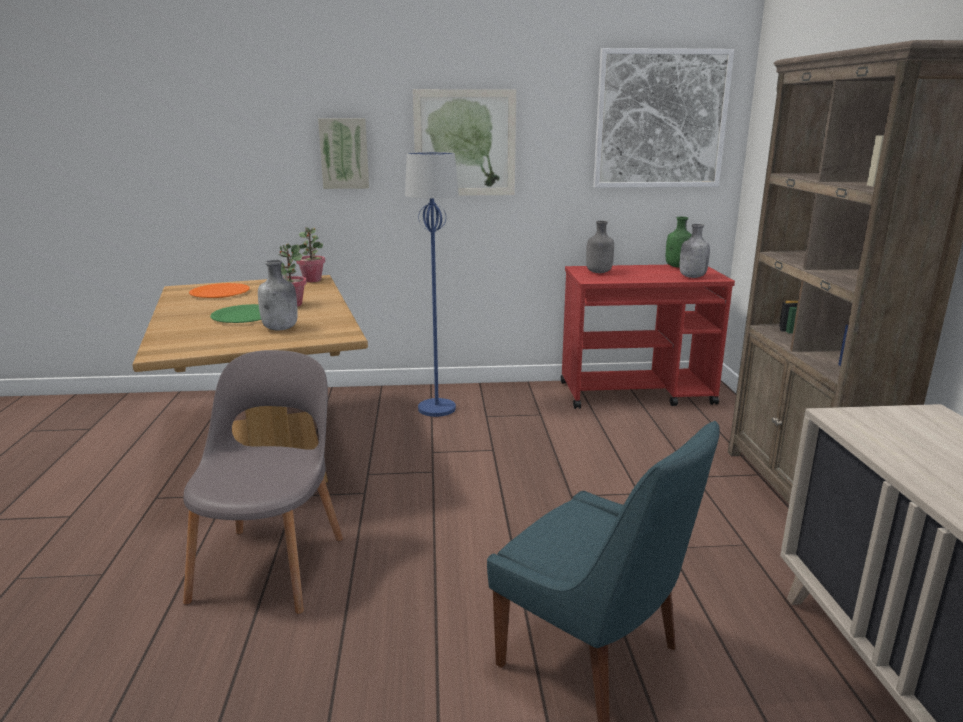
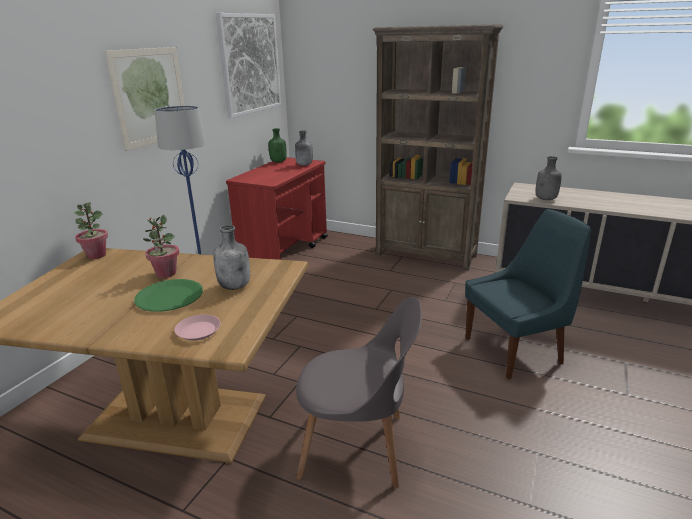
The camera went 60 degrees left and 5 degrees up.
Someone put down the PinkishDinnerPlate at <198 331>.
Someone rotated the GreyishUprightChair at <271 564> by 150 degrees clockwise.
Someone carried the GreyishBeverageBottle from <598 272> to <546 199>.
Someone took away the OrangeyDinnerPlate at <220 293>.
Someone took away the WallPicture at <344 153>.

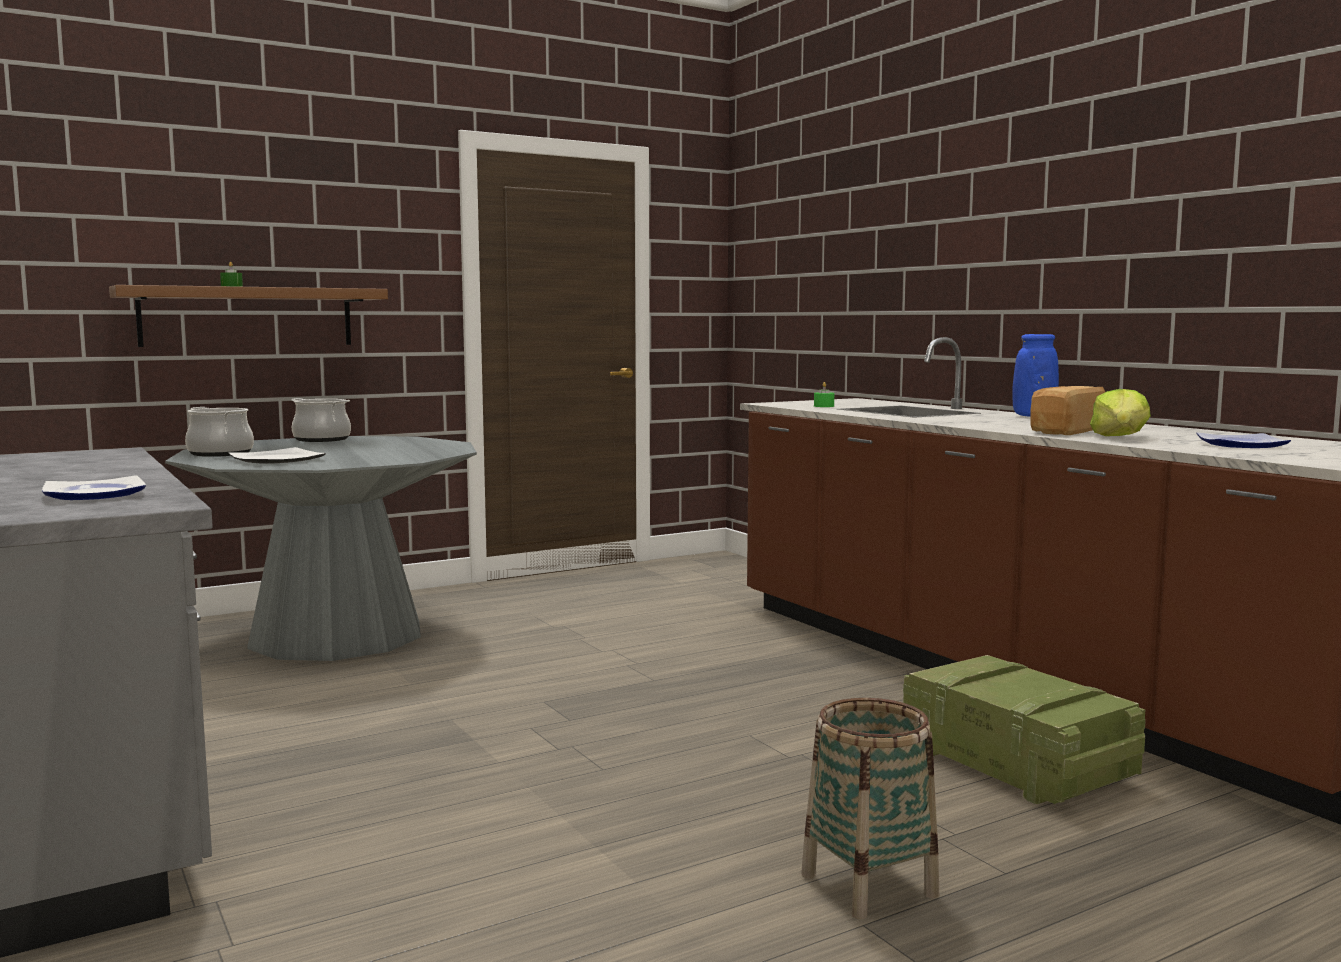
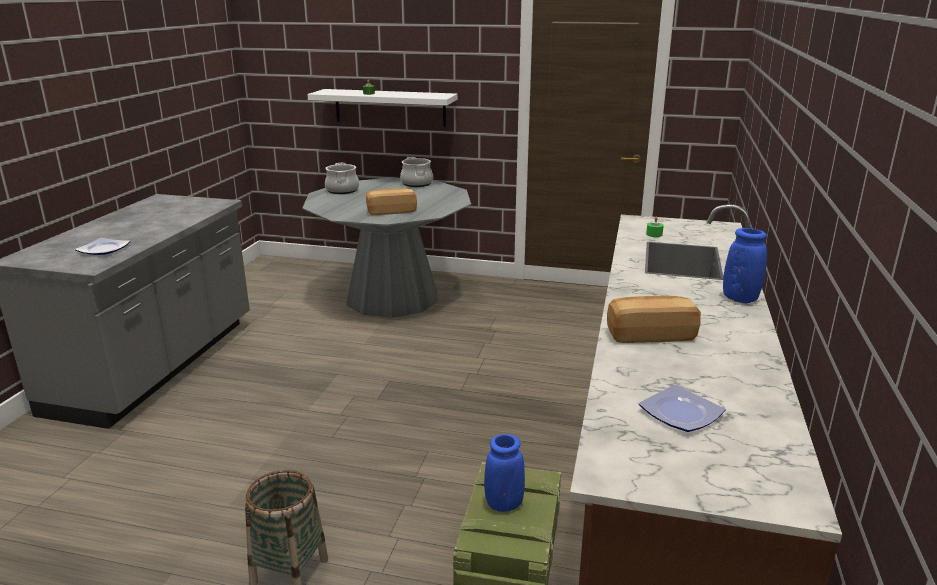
The camera went 45 degrees right and 15 degrees up.
Someone repainted the BrownWallShelf at <247 317>, which became the WhitishWallShelf at <390 107>.
Someone put down the BakeryBread at <391 211>.
Someone put down the BlueVase at <504 504>.
Someone took away the DinnerPlate at <277 459>.
Someone took away the Lettuce at <1120 437>.

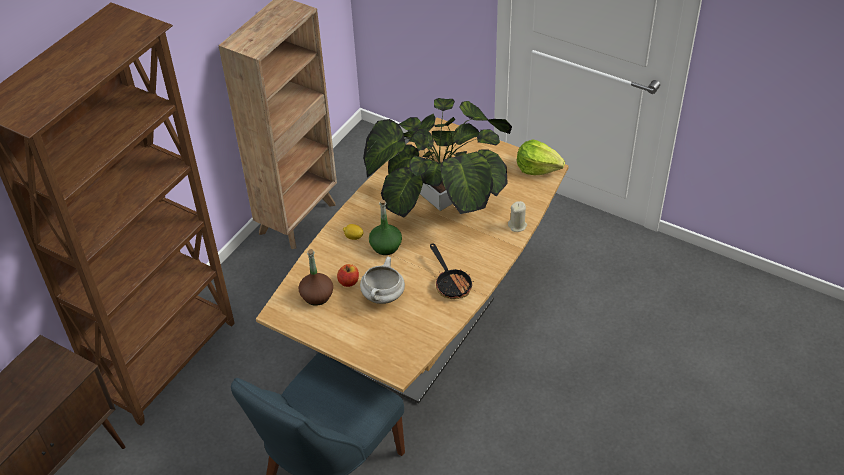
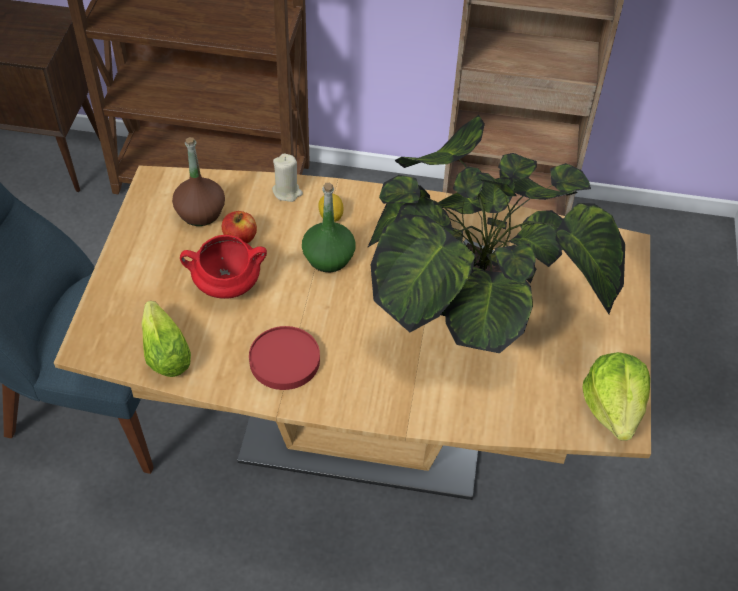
The camera went 65 degrees right and 5 degrees up.
Someone put down the Lettuce at <164 349>.
Someone repainted the WhitishSaucepot at <383 296>, which became the ReddishSaucepot at <226 285>.
Someone swapped the Pan at <451 283> for the ReddishDinnerPlate at <285 360>.
Someone carried the BeigeCandle from <517 225> to <287 192>.

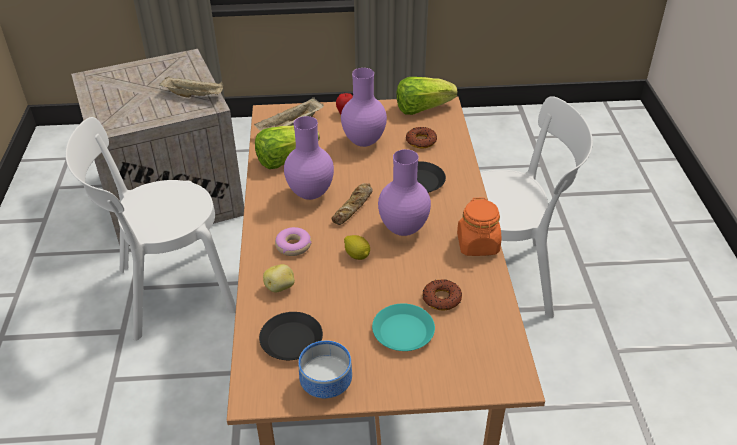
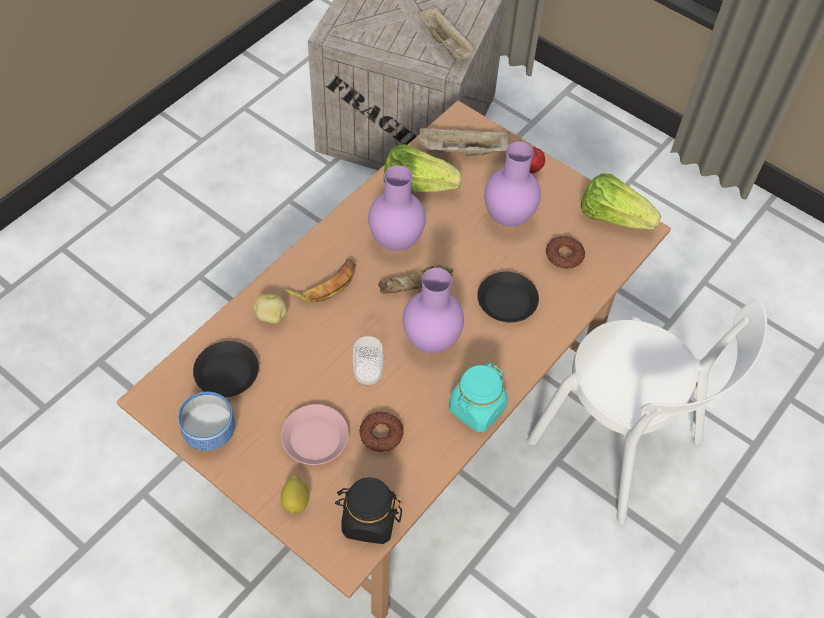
The camera went 40 degrees right and 15 degrees up.
Someone repainted the BlueGreenDinnerPlate at <403 331>, which became the PinkishDinnerPlate at <315 437>.
Someone carried the CitrusFruit from <357 255> to <296 501>.
Someone swapped the Donut at <293 246> for the WholeBanana at <324 284>.
Someone put down the BlackStorageJar at <368 520>.
Someone put down the SmallCup at <368 374>.
Someone repainted the OrangeyStorageJar at <478 245>, which became the BlueGreenStorageJar at <476 409>.
Someone took away the WhitishUprightChair at <169 291>.

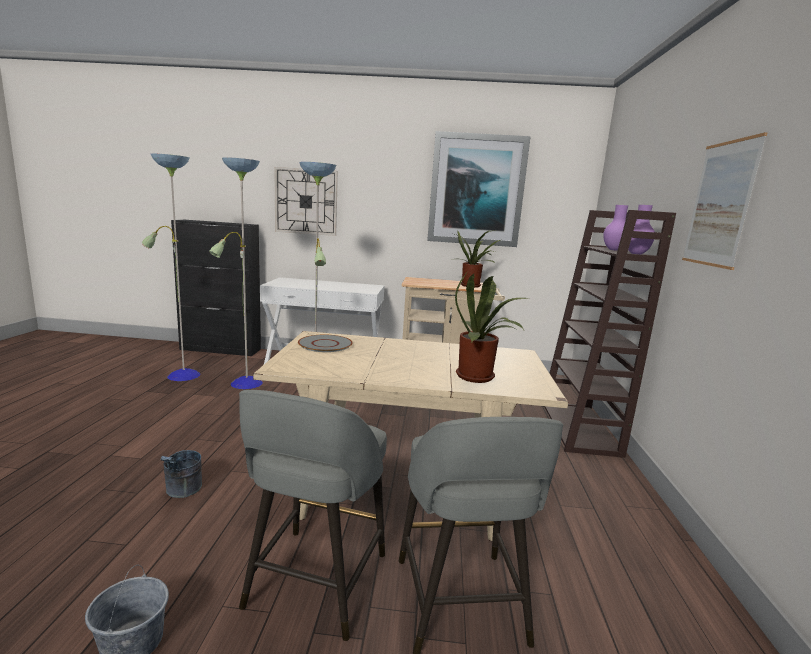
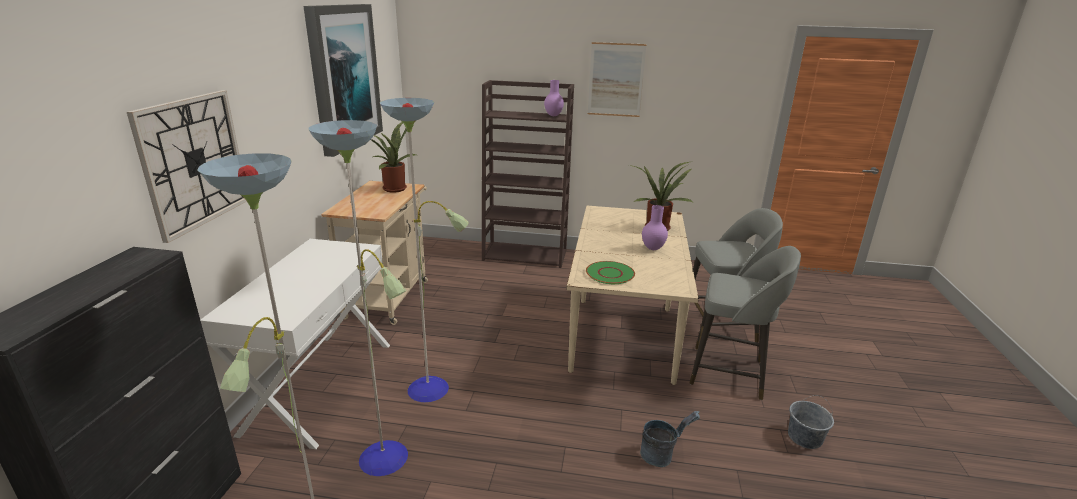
The camera went 85 degrees left and 10 degrees up.
Someone repainted the GreyishDinnerPlate at <325 344>, which became the GreenColouredDinnerPlate at <610 273>.
Someone carried the PurplishVase from <613 250> to <653 249>.

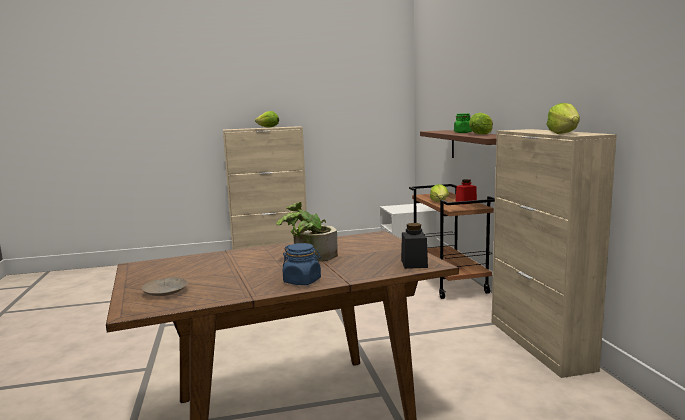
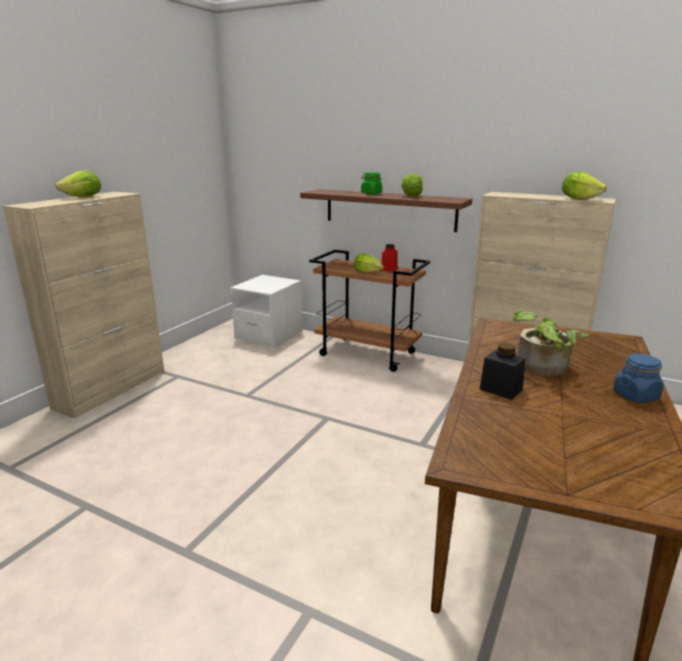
The camera went 50 degrees left and 10 degrees up.
Someone carried the BlackStorageJar from <414 263> to <501 389>.
Someone took away the BeigeDinnerPlate at <166 291>.

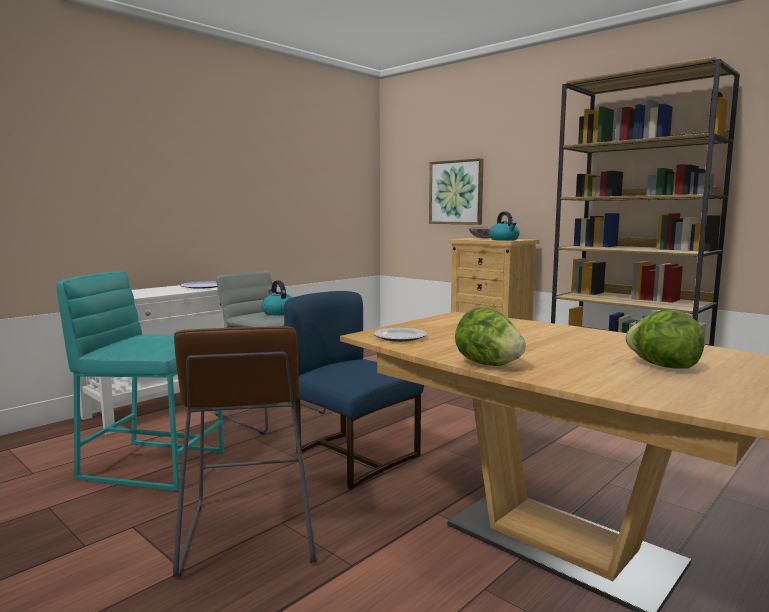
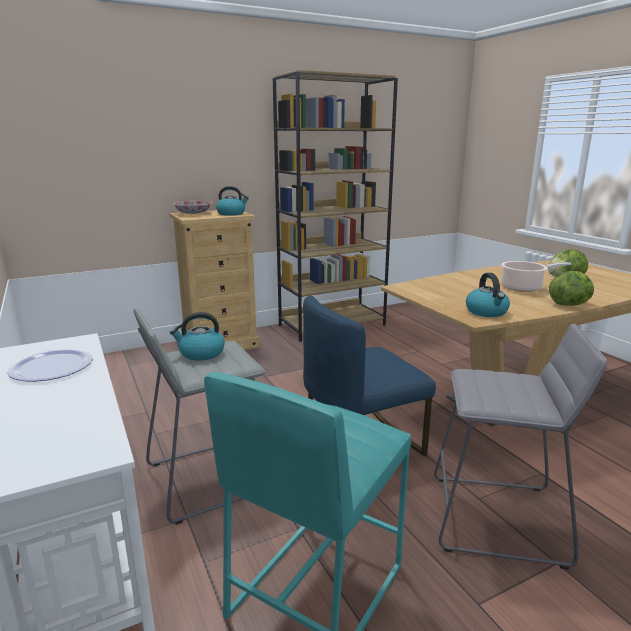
The camera went 70 degrees left and 10 degrees up.
Someone repainted the BrownStoolSeat at <249 534>, which became the GreyishStoolSeat at <497 518>.
Someone swapped the DinnerPlate at <400 337> for the TeaKettle at <487 312>.
Someone put down the Saucepot at <524 288>.
Someone took away the WallPicture at <456 192>.

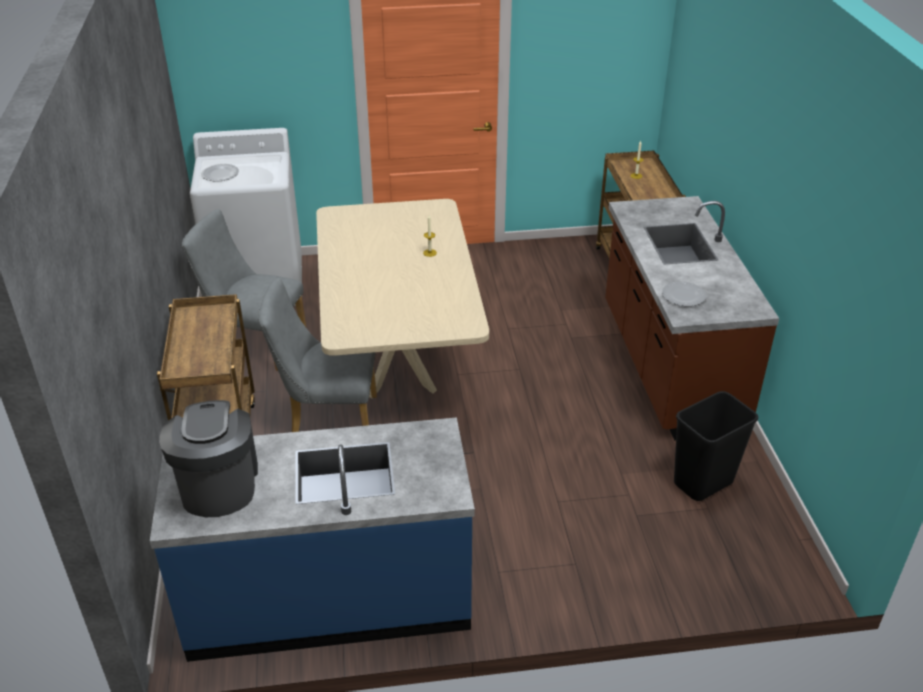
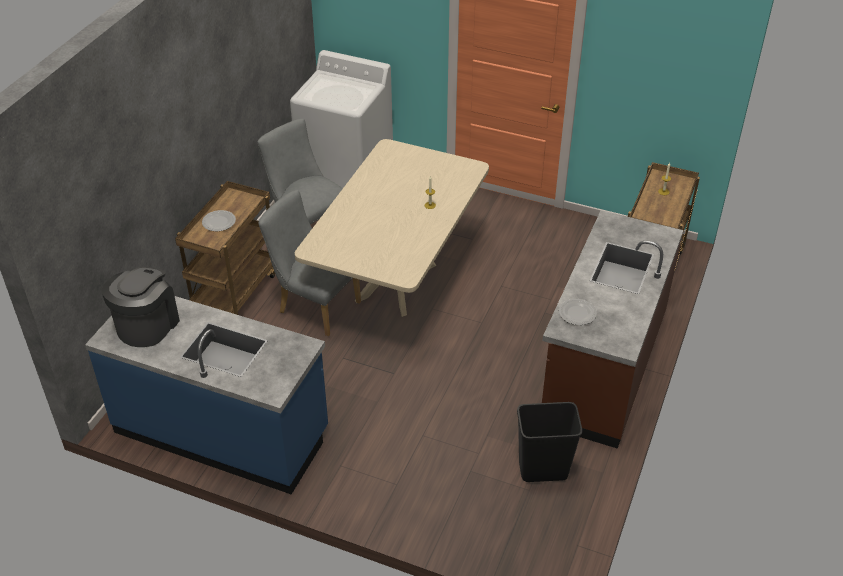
The camera went 30 degrees right and 5 degrees up.
Someone carried the DinnerPlate from <220 174> to <219 222>.

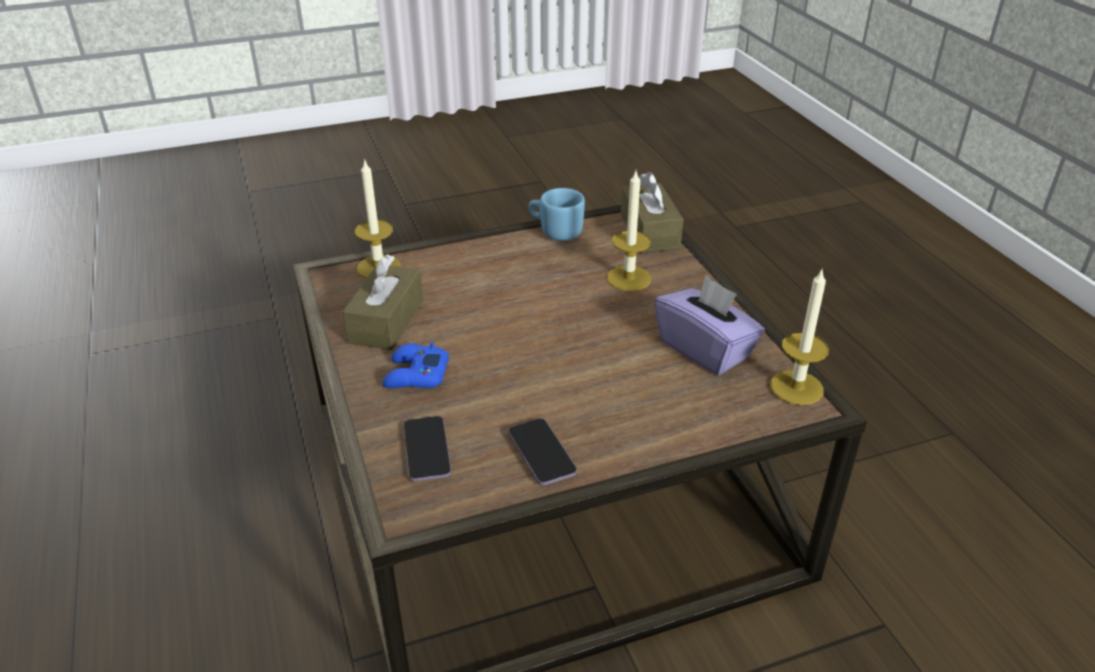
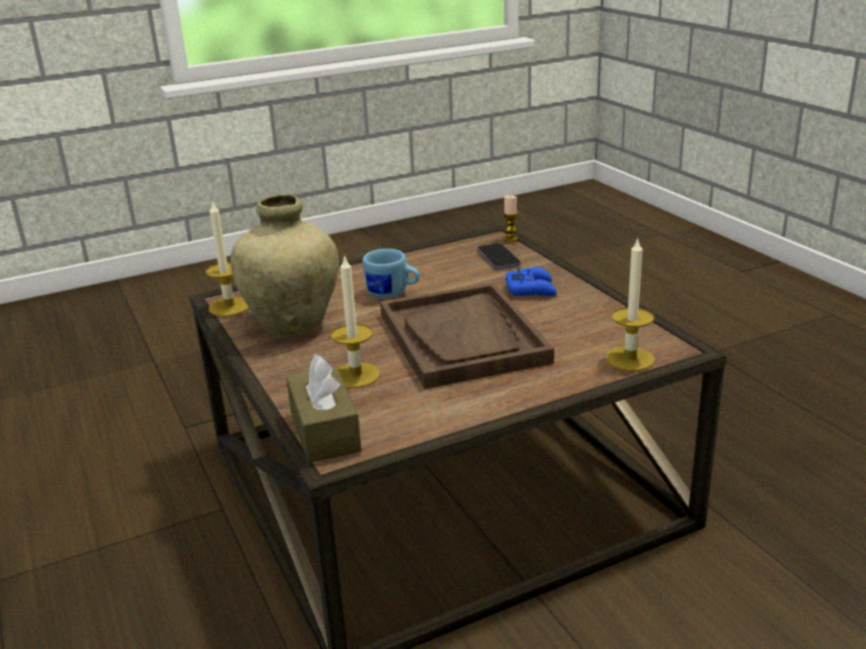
The camera went 175 degrees right and 10 degrees down.
Someone swapped the PurplishTissueHolder at <705 349> for the BeigeVase at <293 325>.
Someone carried the BlueTeaMug from <555 231> to <393 294>.
Someone put down the BrownCarryingTray at <463 338>.
Someone put down the Candle at <510 239>.
Someone took away the BrownTissueHolder at <386 321>.
Someone took away the Handset at <541 453>.

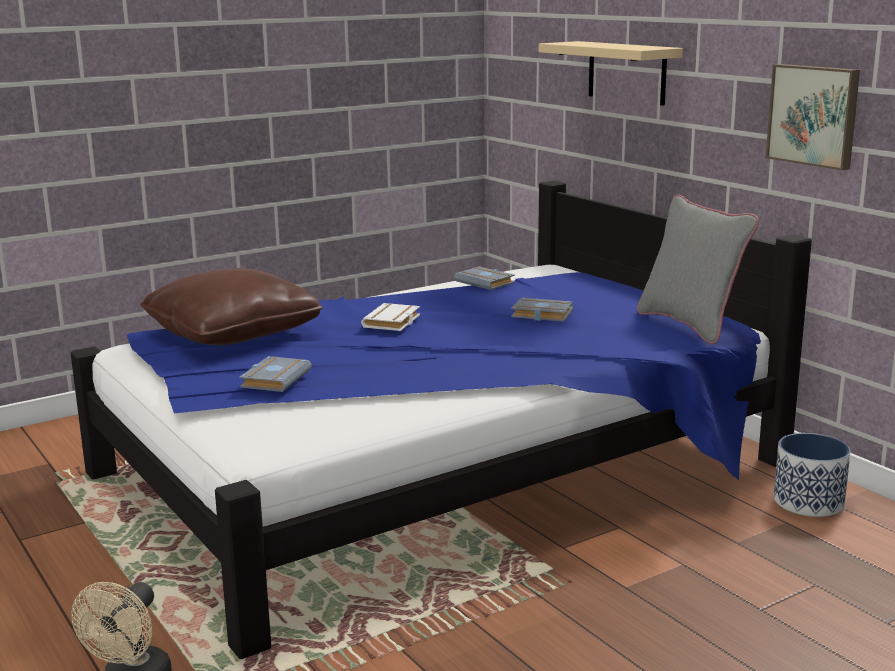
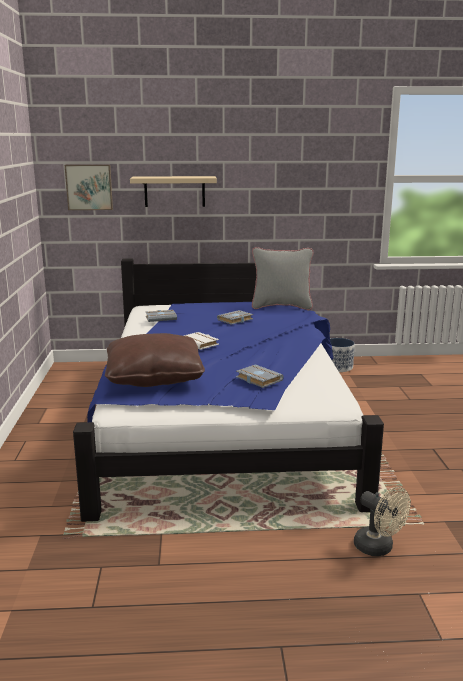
The camera went 60 degrees left and 0 degrees up.
Someone carried the WallPicture from <814 115> to <89 187>.

